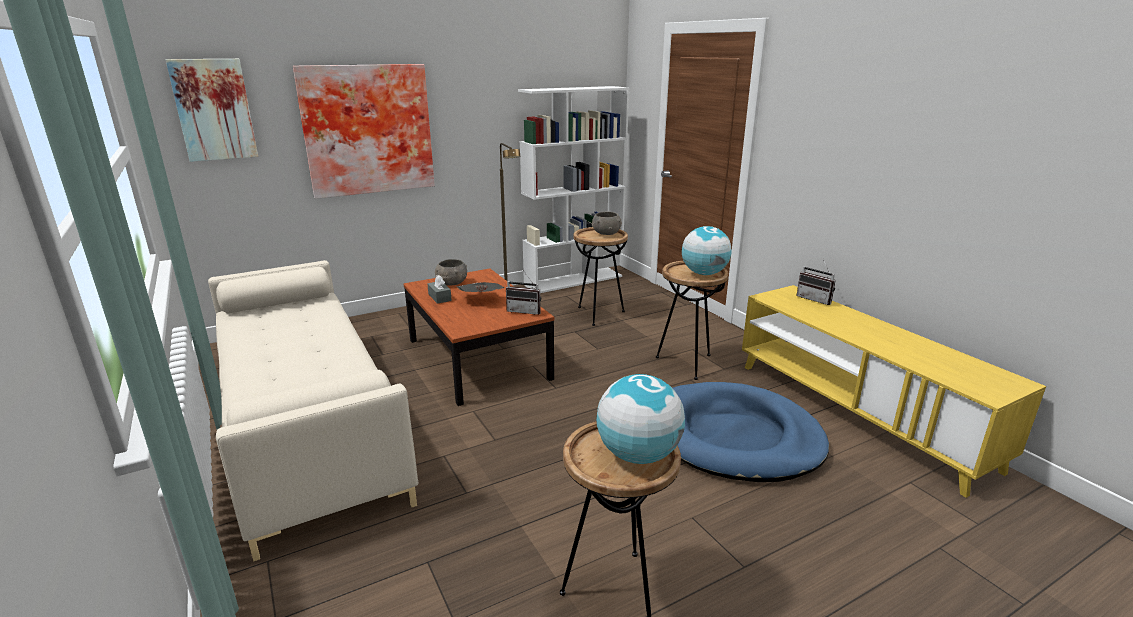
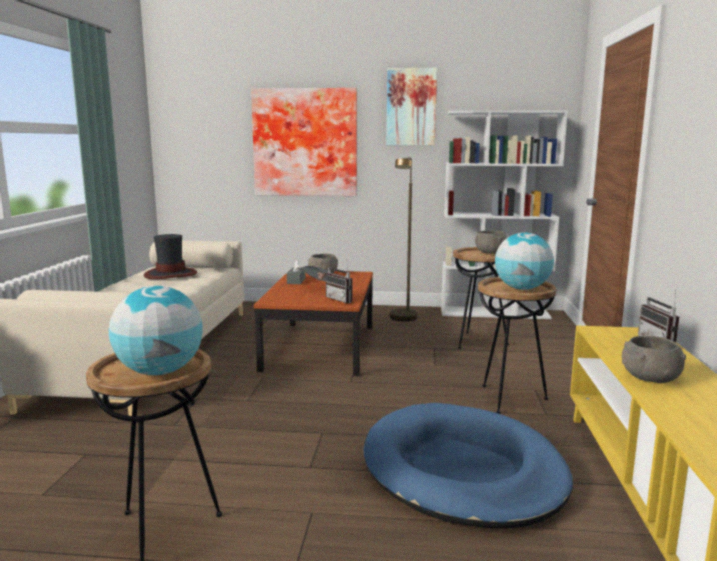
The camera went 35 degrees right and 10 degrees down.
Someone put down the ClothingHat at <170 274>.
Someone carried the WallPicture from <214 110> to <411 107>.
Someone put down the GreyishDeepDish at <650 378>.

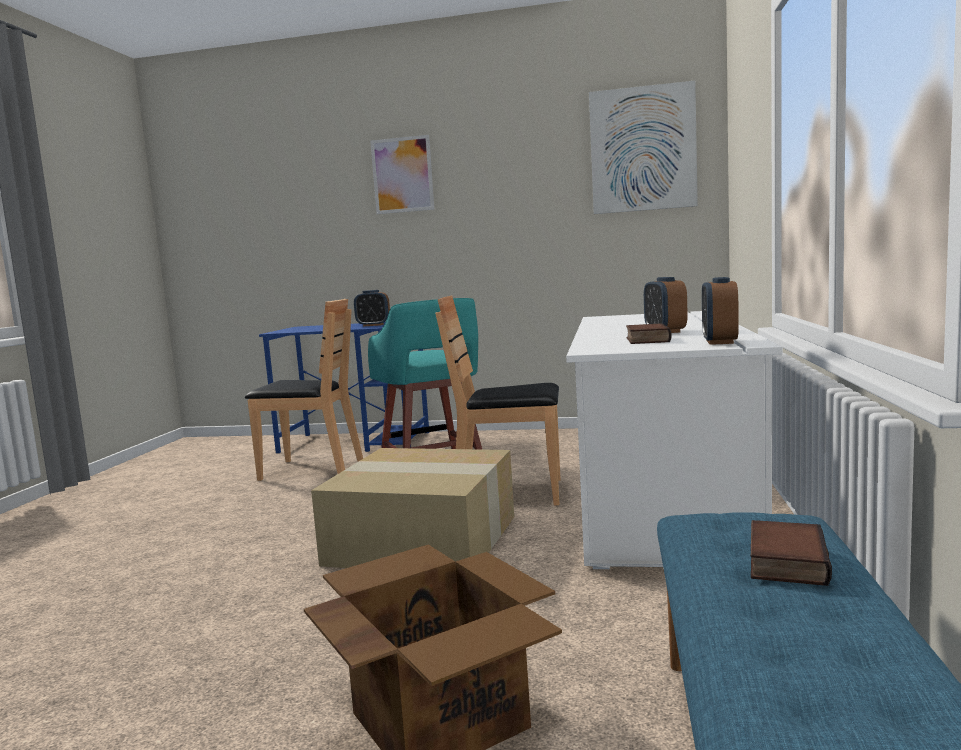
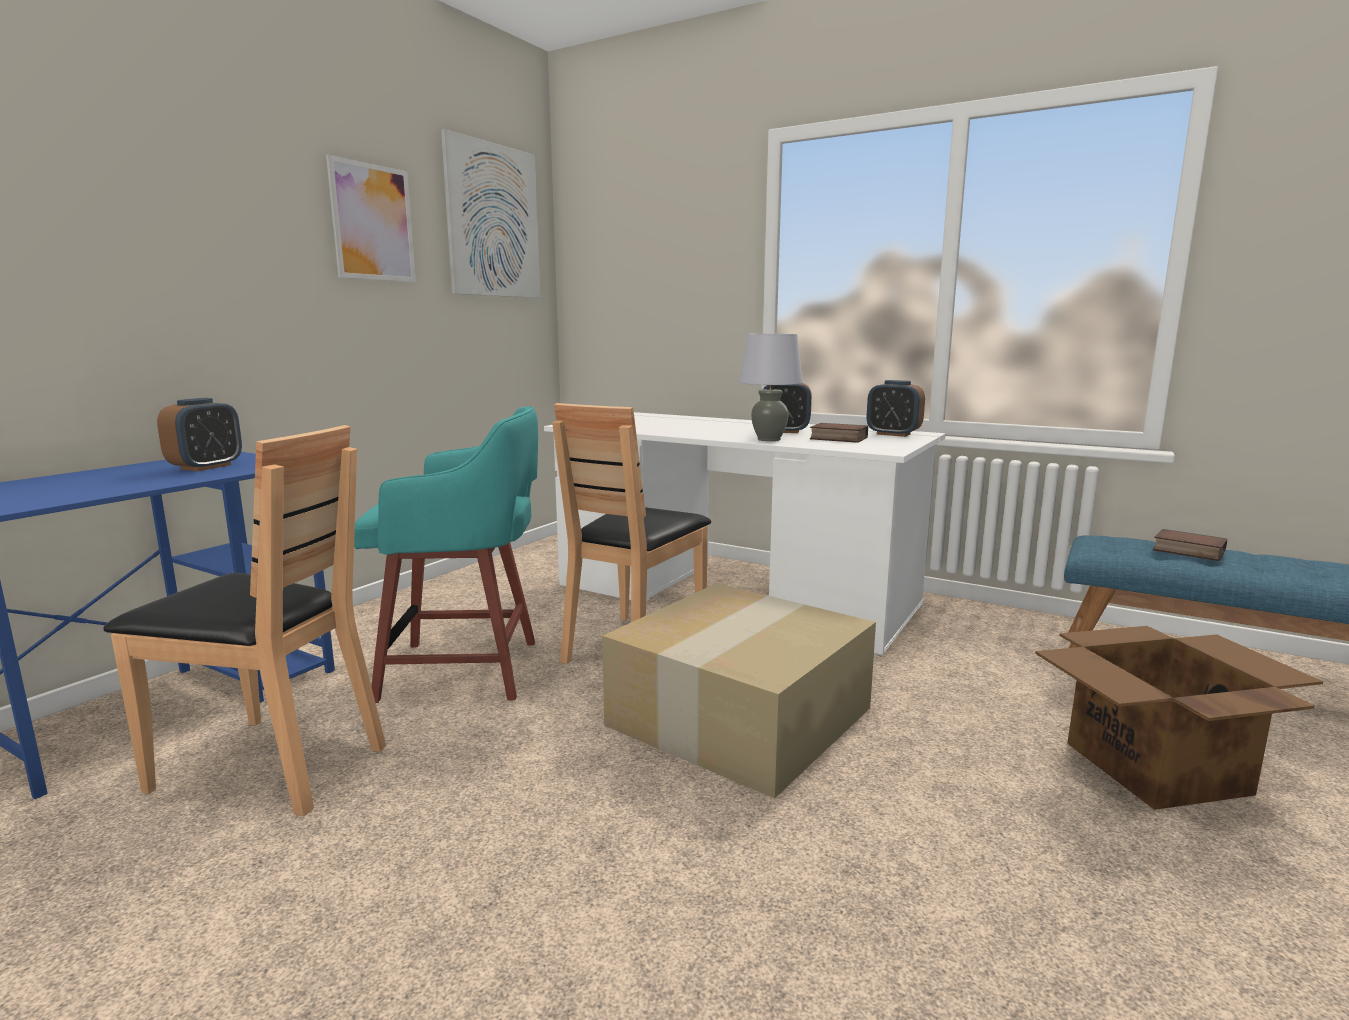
The camera went 70 degrees left and 5 degrees up.
Someone rotated the BrownUprightChair at <311 470> by 75 degrees clockwise.
Someone carried the WallPicture from <402 175> to <373 222>.
Someone put down the GreyishTabletopLamp at <769 439>.

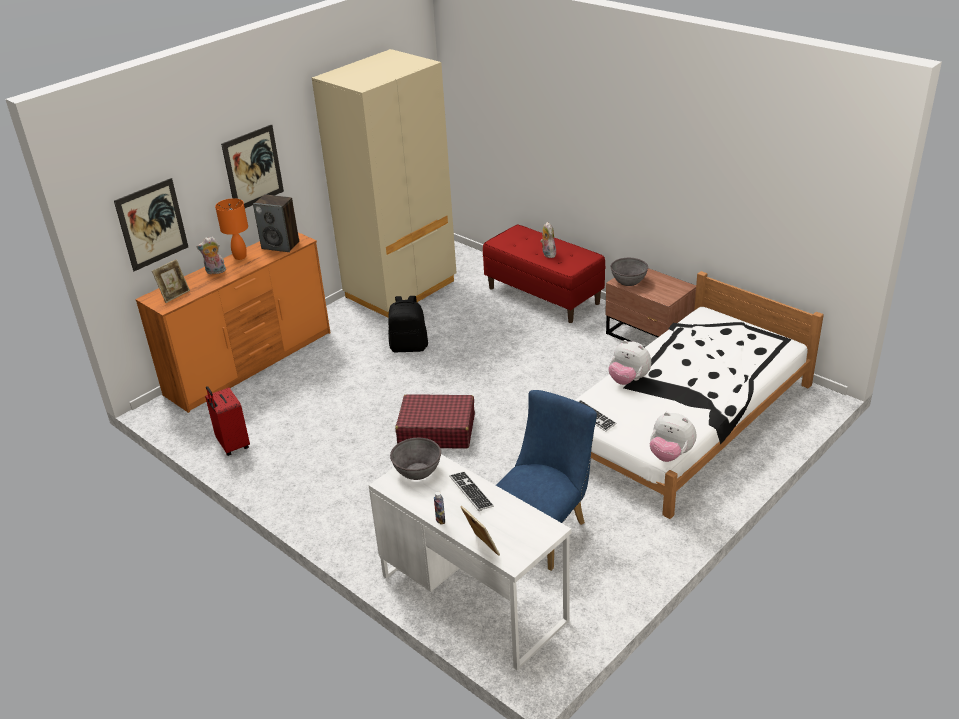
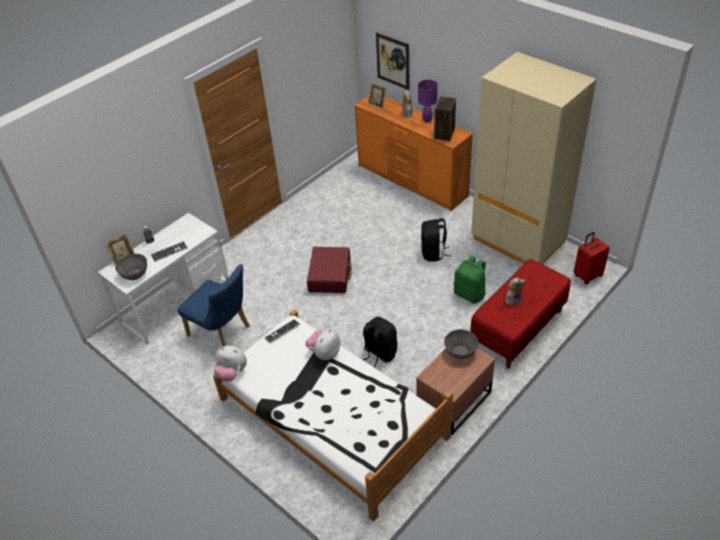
The camera went 90 degrees right and 10 degrees up.
Someone carried the GreyishDeepDish from <417 471> to <134 274>.
Someone rotated the SoftToy at <670 455> by 105 degrees counterclockwise.
Someone put down the BlackKnapsack at <379 353>.
Someone repainted the OrangeyTabletopLamp at <240 257>, which became the PurplishTabletopLamp at <427 120>.
Someone put down the GreenColouredKnapsack at <470 294>.
Someone carried the ReddishTravelCase from <232 445> to <587 275>.
Someone took away the WallPicture at <253 168>.

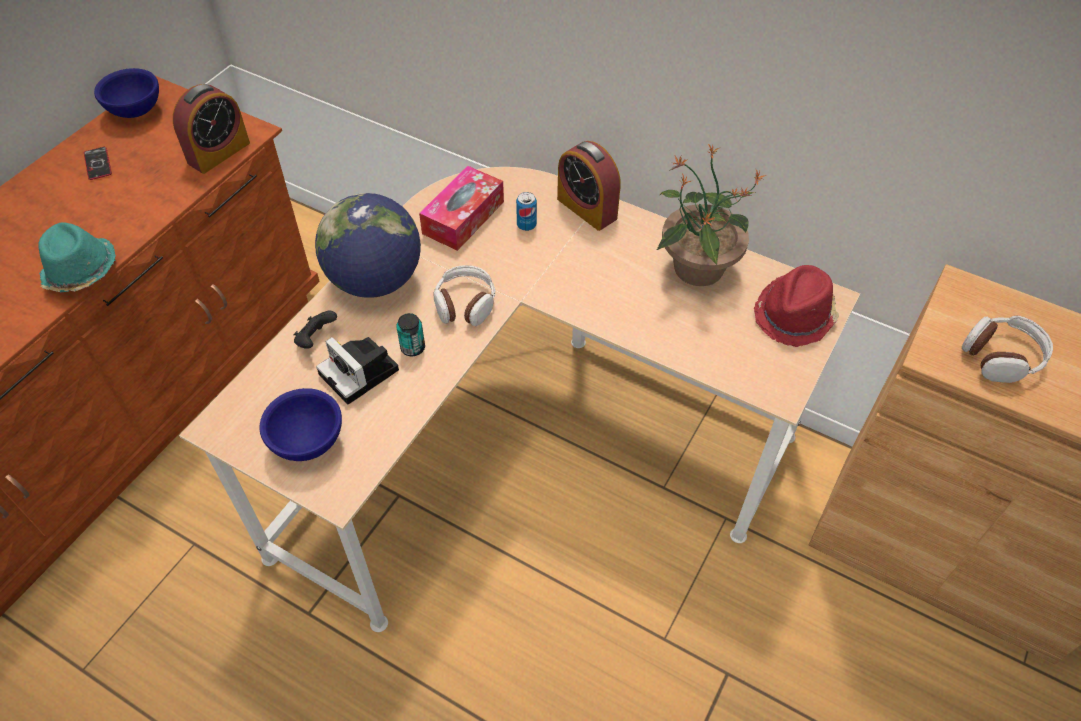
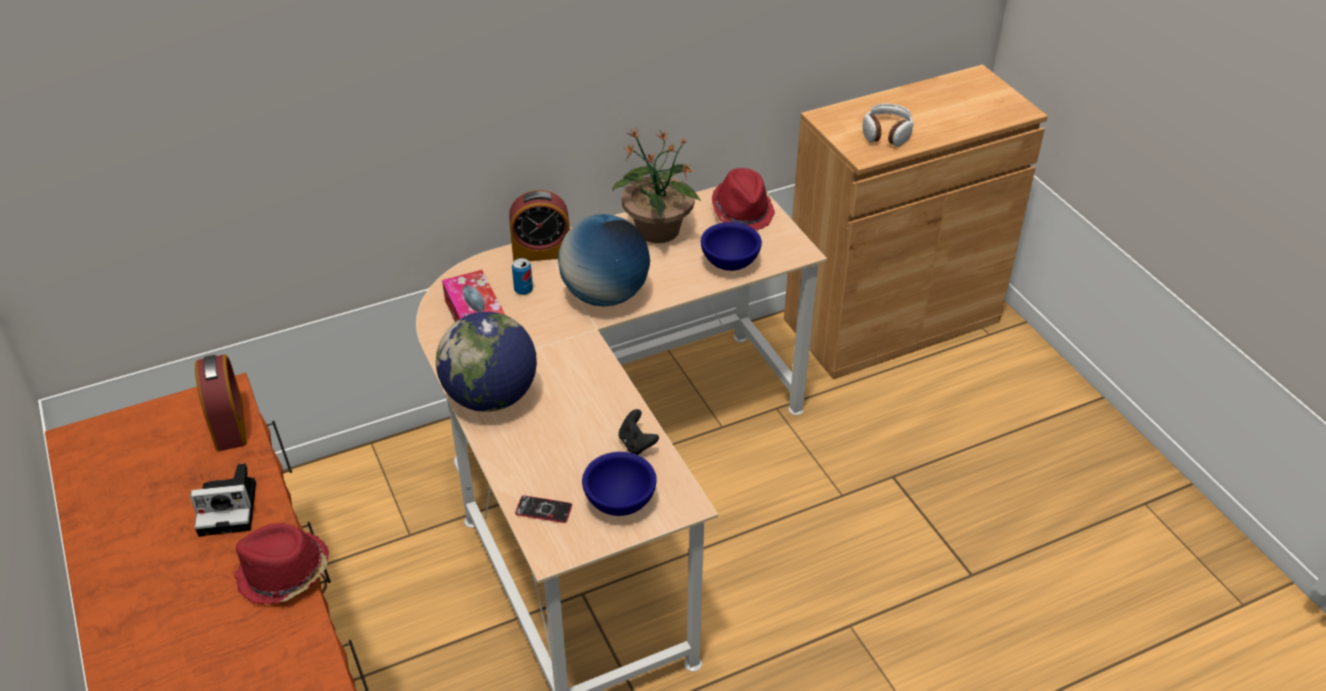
The camera went 55 degrees left and 10 degrees down.
Someone carried the PhotoCamera from <361 373> to <231 508>.
Someone repainted the BlueGreenClothingHat at <81 272>, which became the ReddishClothingHat at <283 574>.
Someone carried the Handset from <98 164> to <543 510>.
Someone put down the DeskGlobe at <605 295>.
Someone carried the BlackGameController from <316 340> to <636 443>.
Someone carried the BlueDeepDish from <137 111> to <730 263>.
Someone took away the SealedCan at <413 348>.
Someone took away the Headphones at <465 304>.

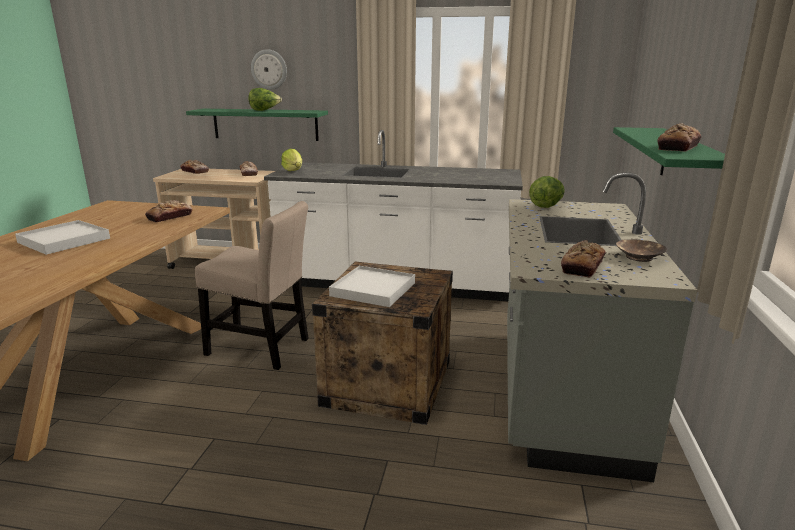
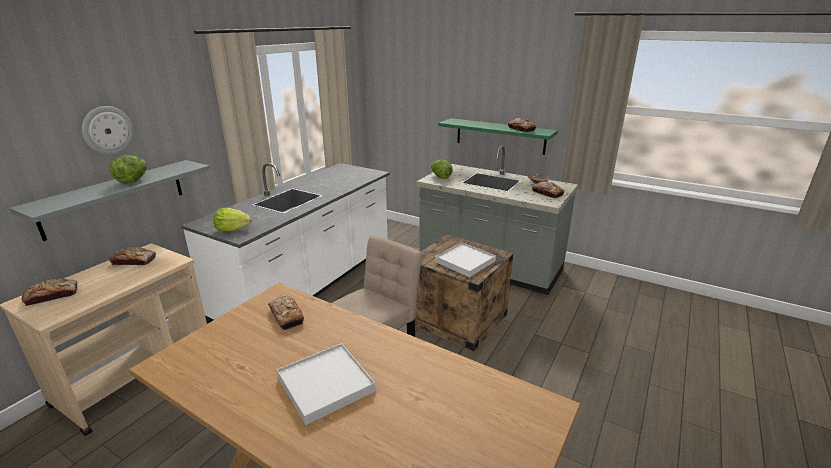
The camera went 70 degrees left and 5 degrees up.
Someone repainted the GreenColouredWallShelf at <265 124>, which became the GreyishWallShelf at <115 198>.

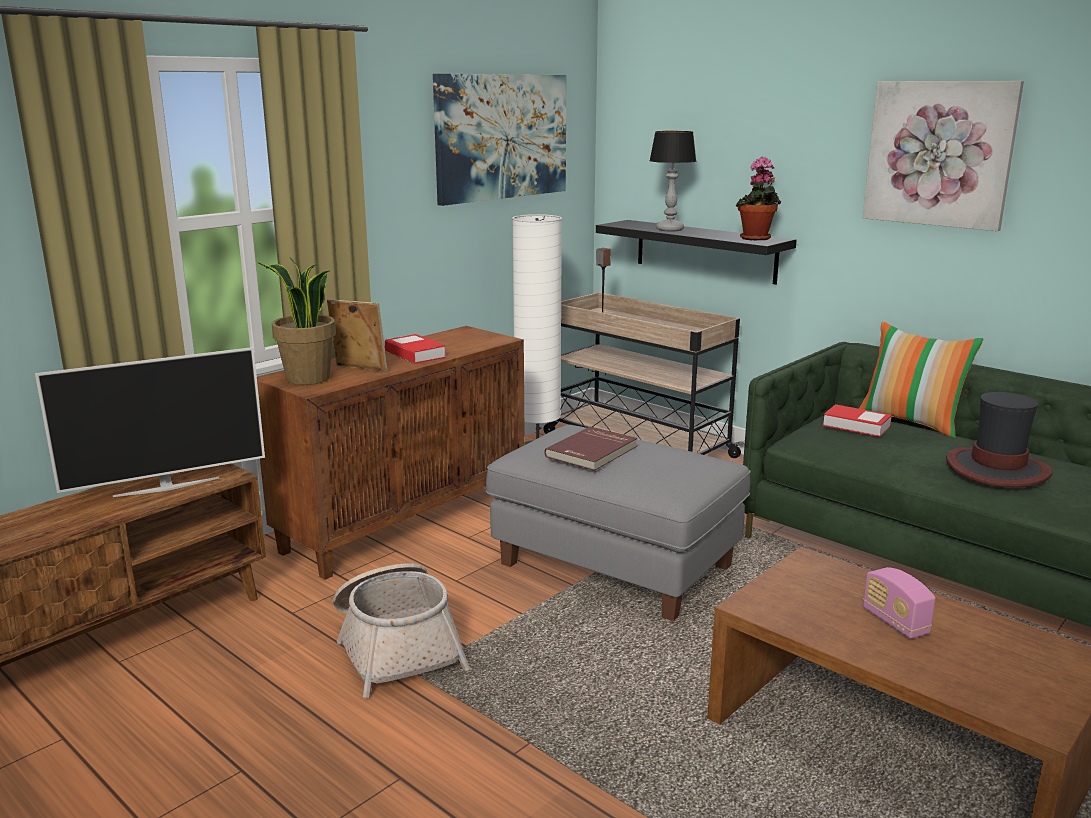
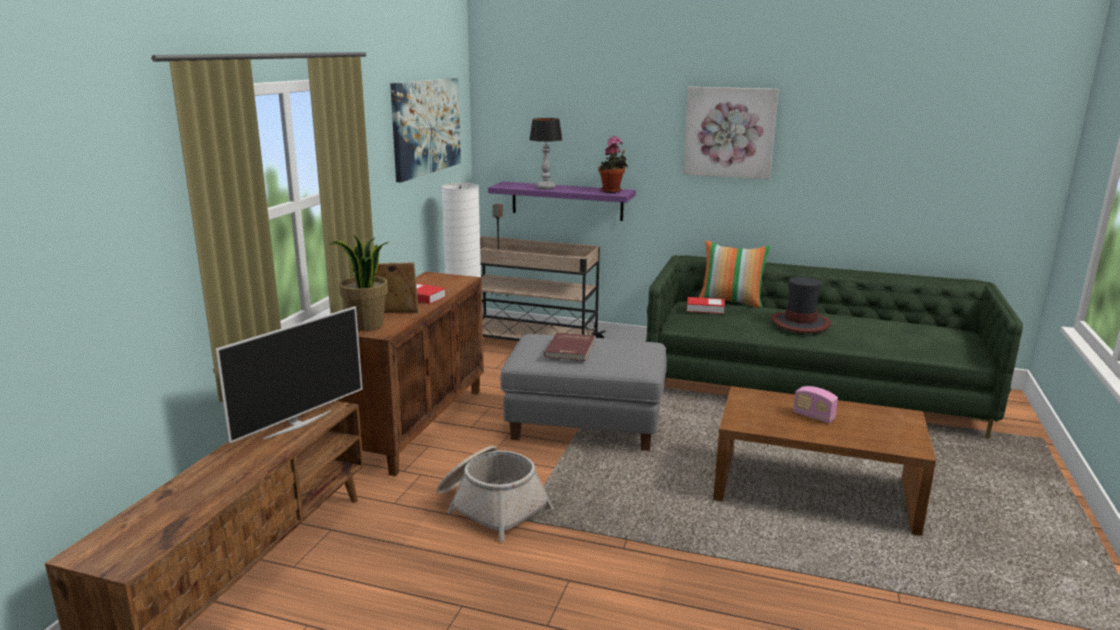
The camera went 25 degrees left and 0 degrees up.
Someone repainted the BlackWallShelf at <705 251>, which became the PurplishWallShelf at <567 201>.

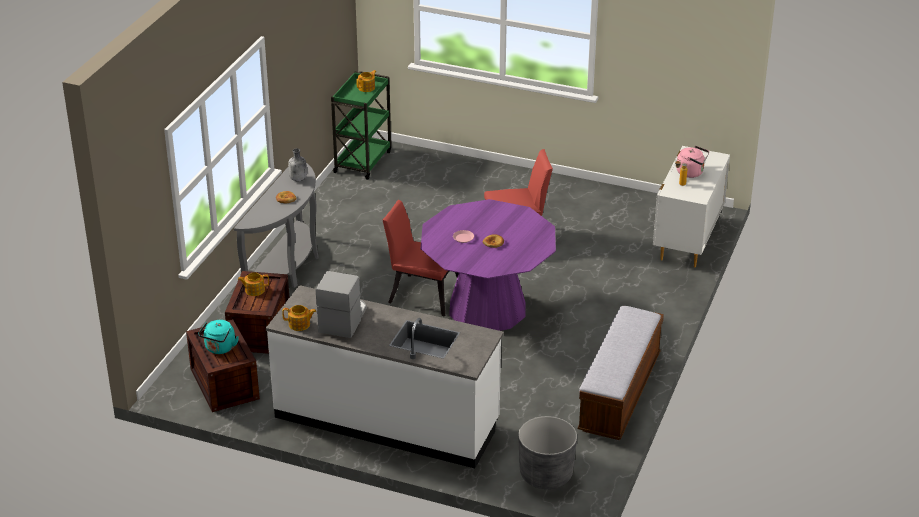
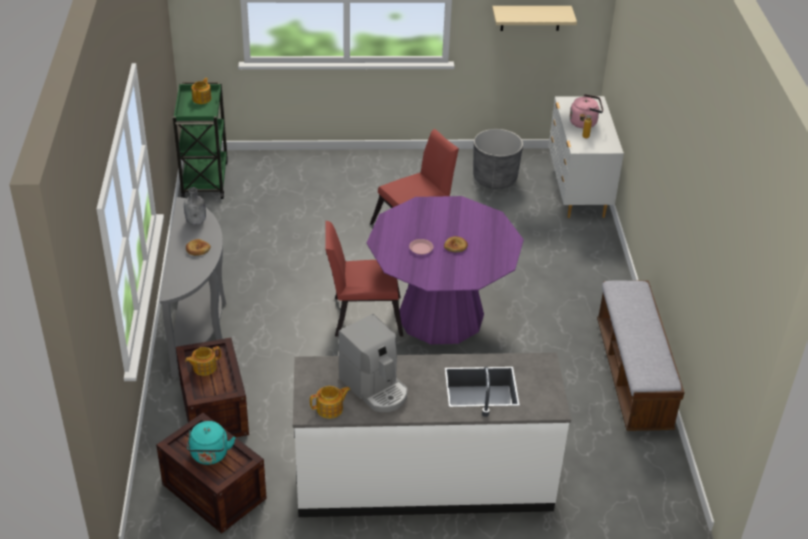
The camera went 25 degrees left and 5 degrees up.
Someone rotated the CoffeeMachine at <343 319> by 150 degrees clockwise.
Someone carried the GreyishPlanter from <546 474> to <495 178>.
Someone put up the BeigeWallShelf at <530 18>.

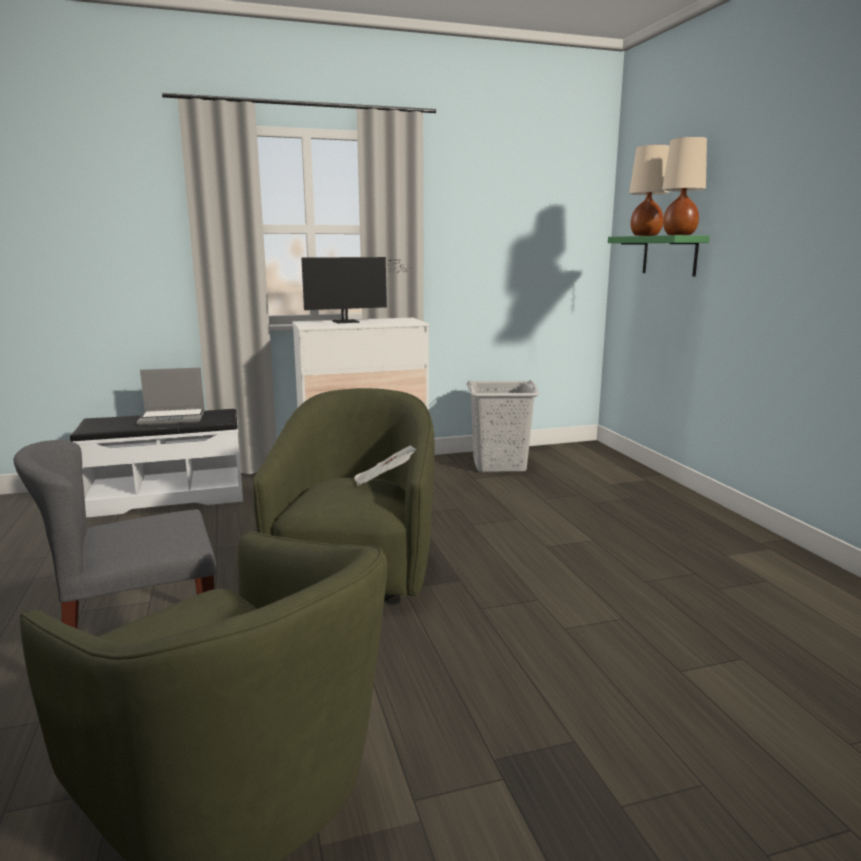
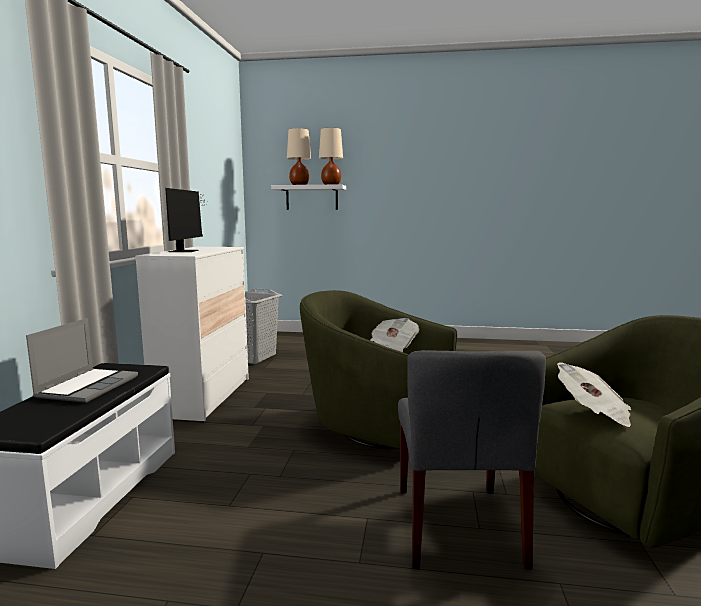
The camera went 65 degrees left and 5 degrees down.
Someone repainted the GreenColouredWallShelf at <669 255>, which became the WhitishWallShelf at <312 197>.
Someone put down the PrintedPaper at <593 412>.

